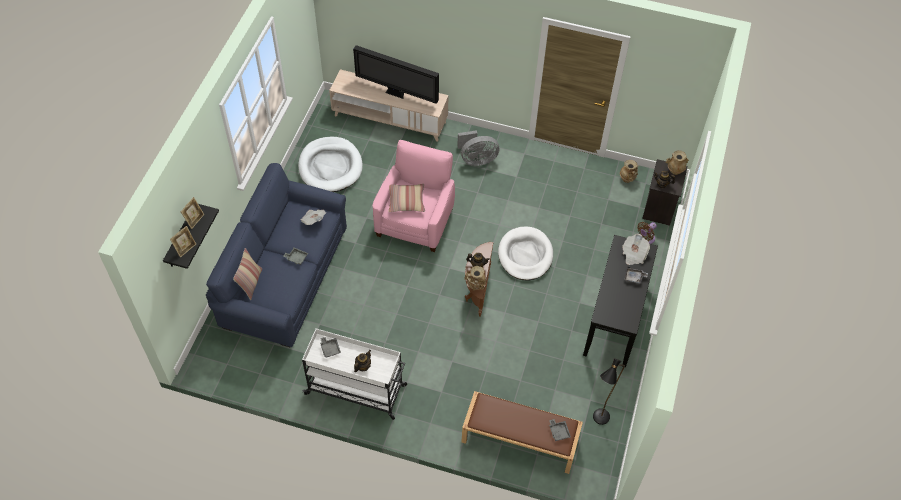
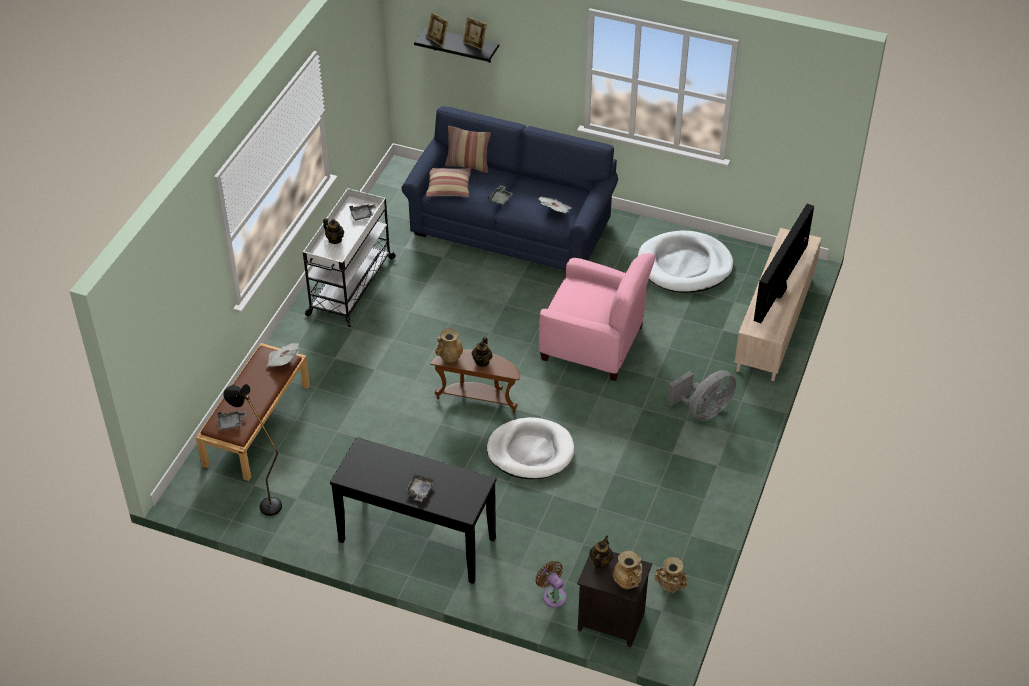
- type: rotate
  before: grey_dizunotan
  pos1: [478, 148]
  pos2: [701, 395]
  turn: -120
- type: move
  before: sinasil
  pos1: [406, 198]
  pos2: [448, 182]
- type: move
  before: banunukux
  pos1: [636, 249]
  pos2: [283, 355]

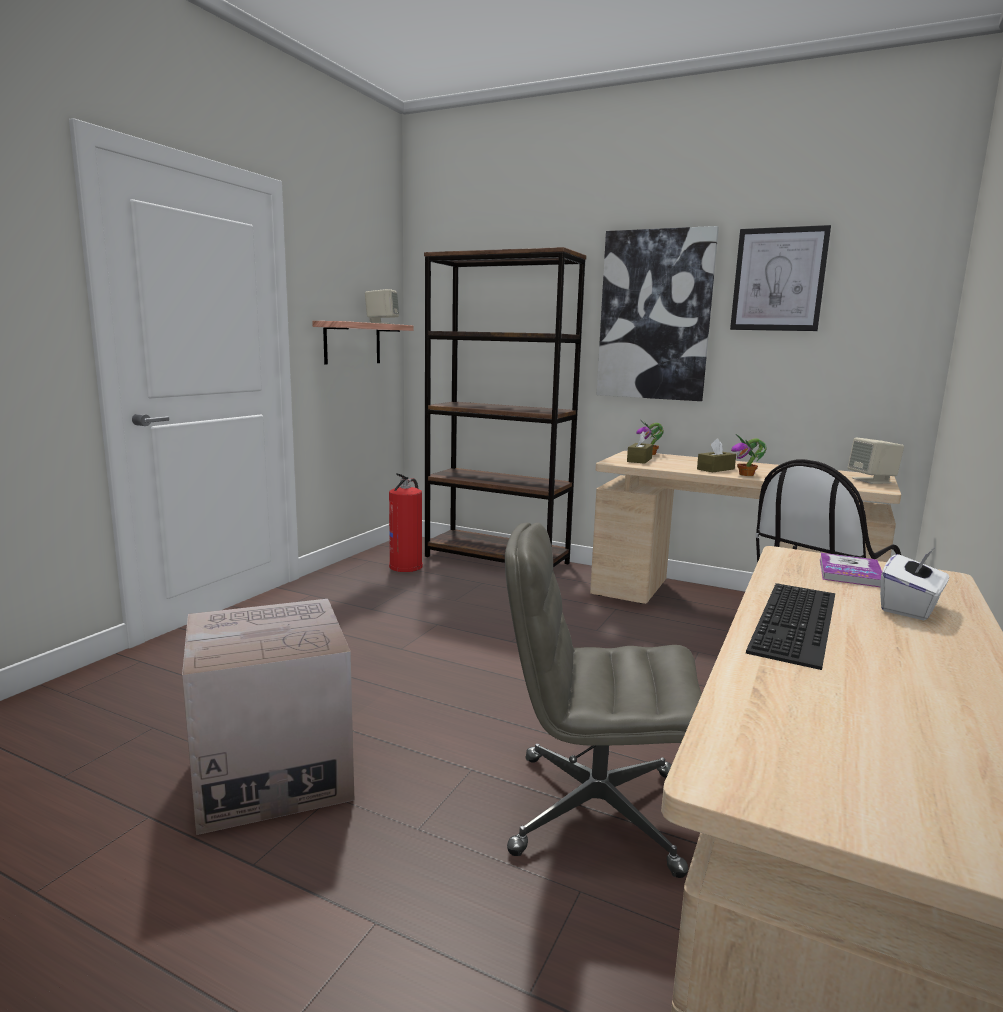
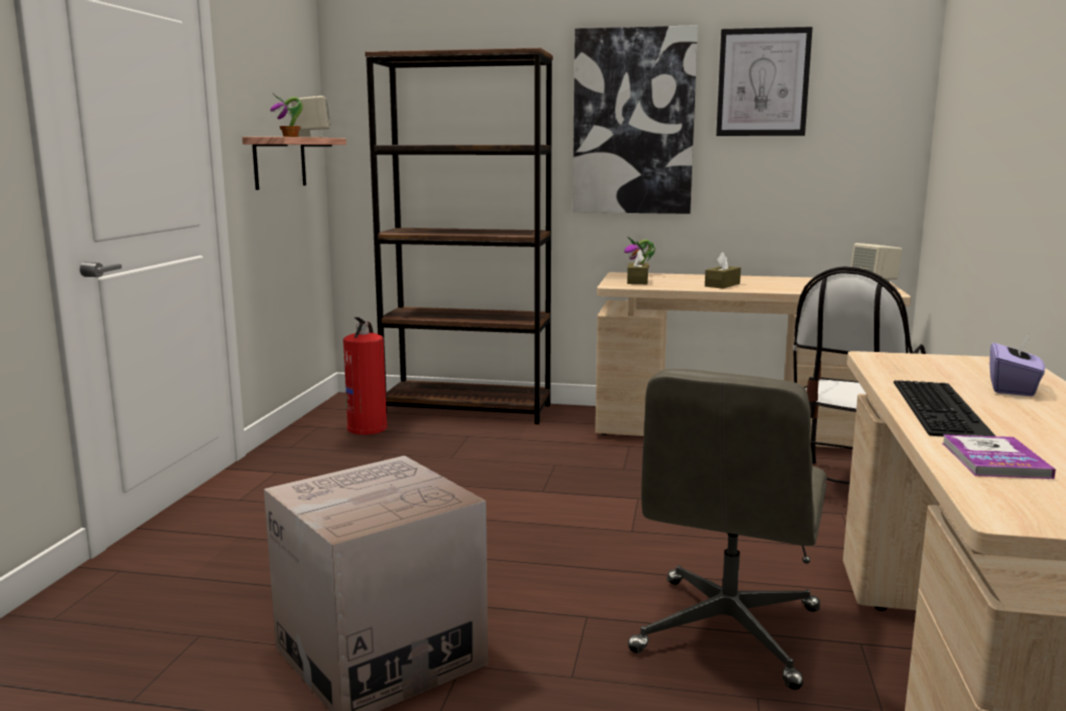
- type: move
  before: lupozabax
  pos1: [749, 455]
  pos2: [286, 115]
- type: rotate
  before: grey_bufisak
  pos1: [603, 700]
  pos2: [727, 529]
  turn: -60
- type: recolor
  before: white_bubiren
  after: purple_bubiren
  pos1: [914, 584]
  pos2: [1017, 365]
- type: move
  before: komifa
  pos1: [851, 570]
  pos2: [999, 456]

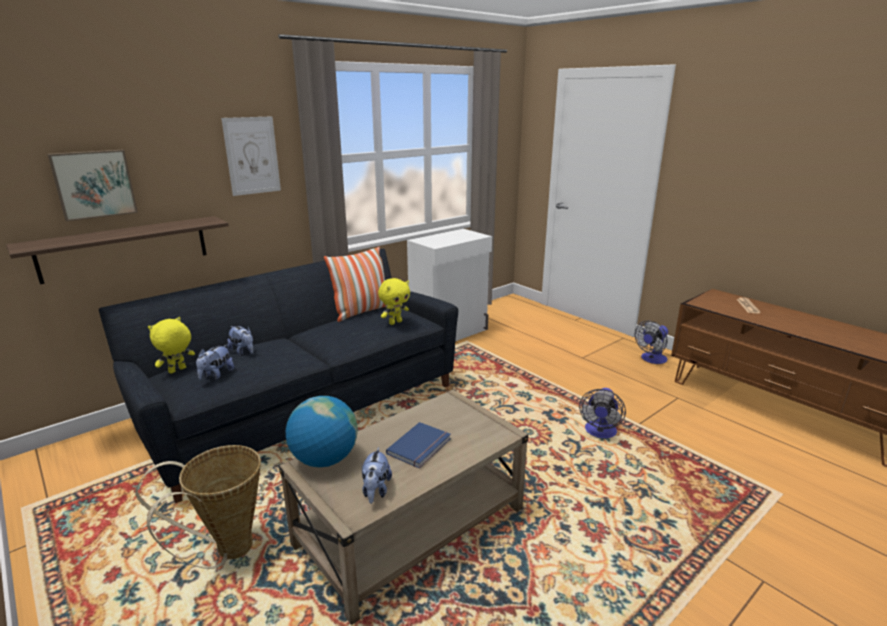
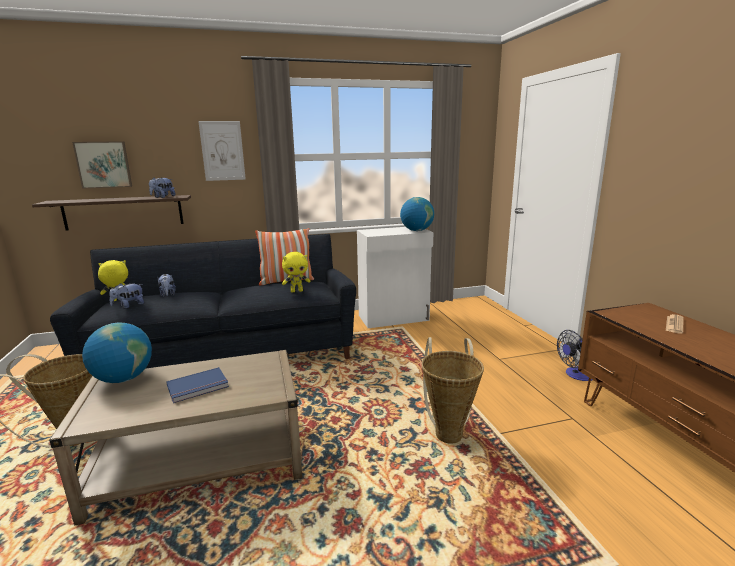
- type: replace
  before: dizunotan
  after: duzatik
  pos1: [602, 413]
  pos2: [452, 390]
- type: move
  before: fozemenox
  pos1: [377, 475]
  pos2: [162, 187]
- type: insert
  after: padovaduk
  pos2: [417, 214]

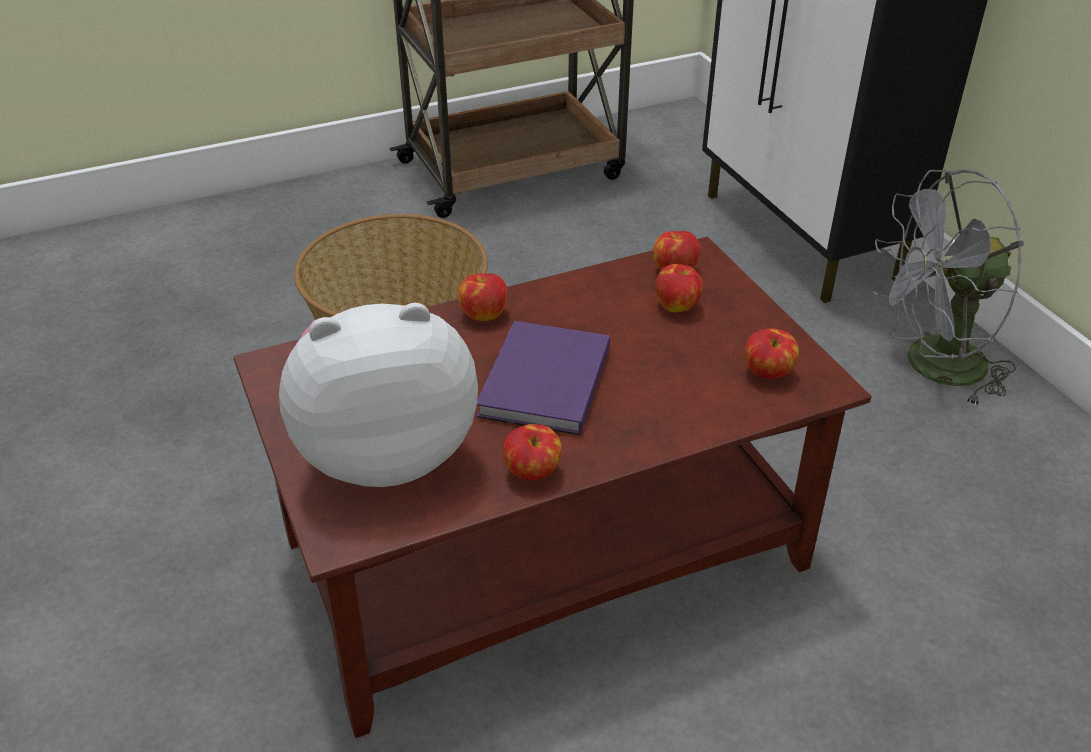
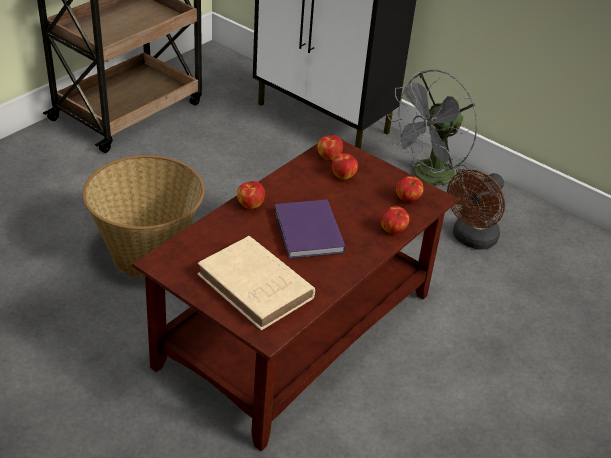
- type: replace
  before: fozemenox
  after: beige_komifa
  pos1: [378, 395]
  pos2: [256, 283]
- type: move
  before: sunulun
  pos1: [532, 452]
  pos2: [395, 220]
- type: insert
  after: brown_dizunotan
  pos2: [476, 210]

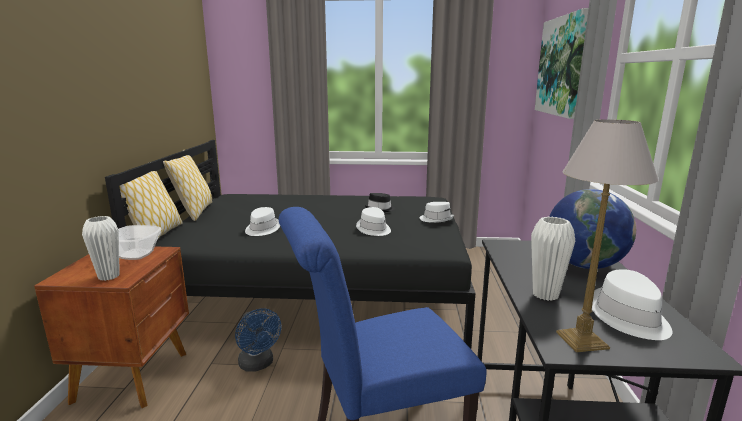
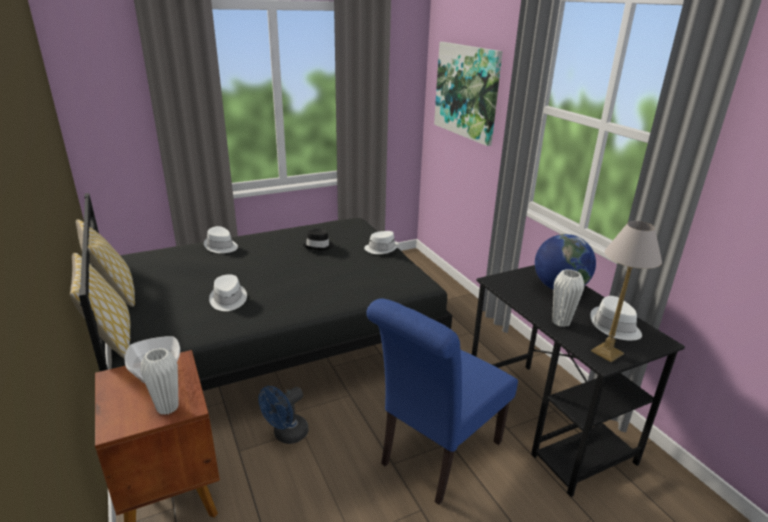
- type: move
  before: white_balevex
  pos1: [373, 221]
  pos2: [221, 239]
- type: rotate
  before: blue_dizunotan
  pos1: [258, 340]
  pos2: [284, 415]
  turn: 105

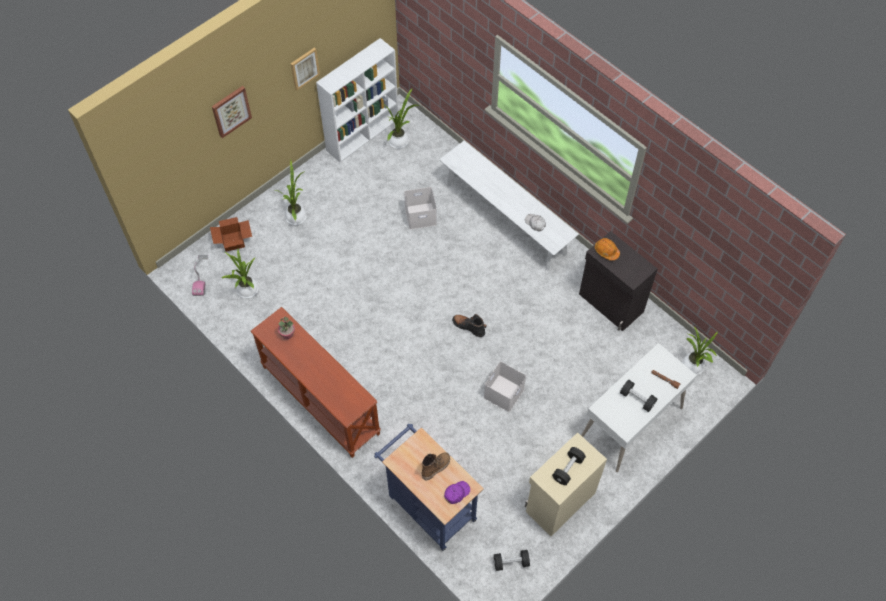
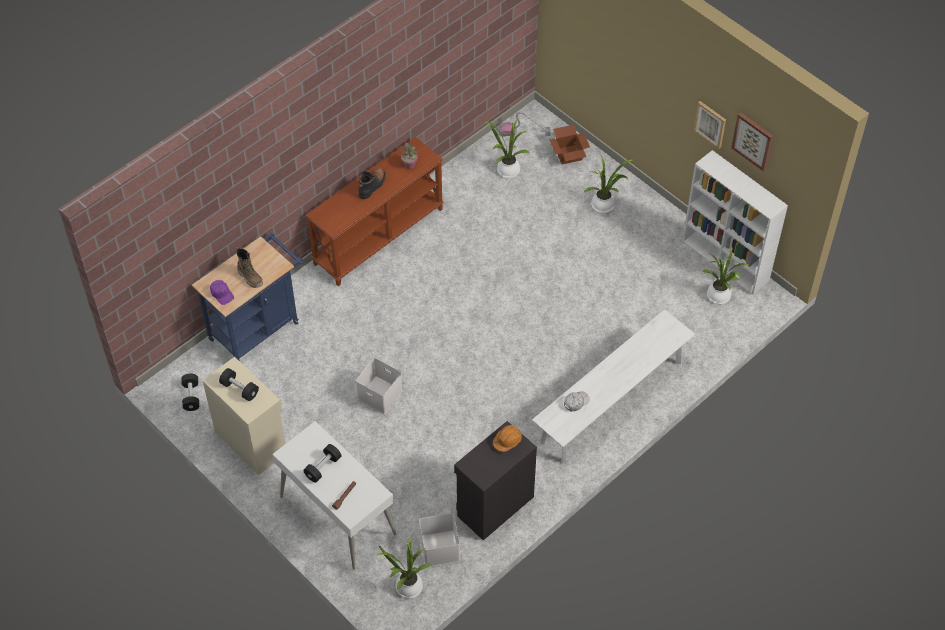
- type: move
  before: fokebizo
  pos1: [232, 112]
  pos2: [752, 141]
- type: move
  before: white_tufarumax
  pos1: [420, 208]
  pos2: [439, 539]
- type: move
  before: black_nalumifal
  pos1: [469, 325]
  pos2: [372, 183]

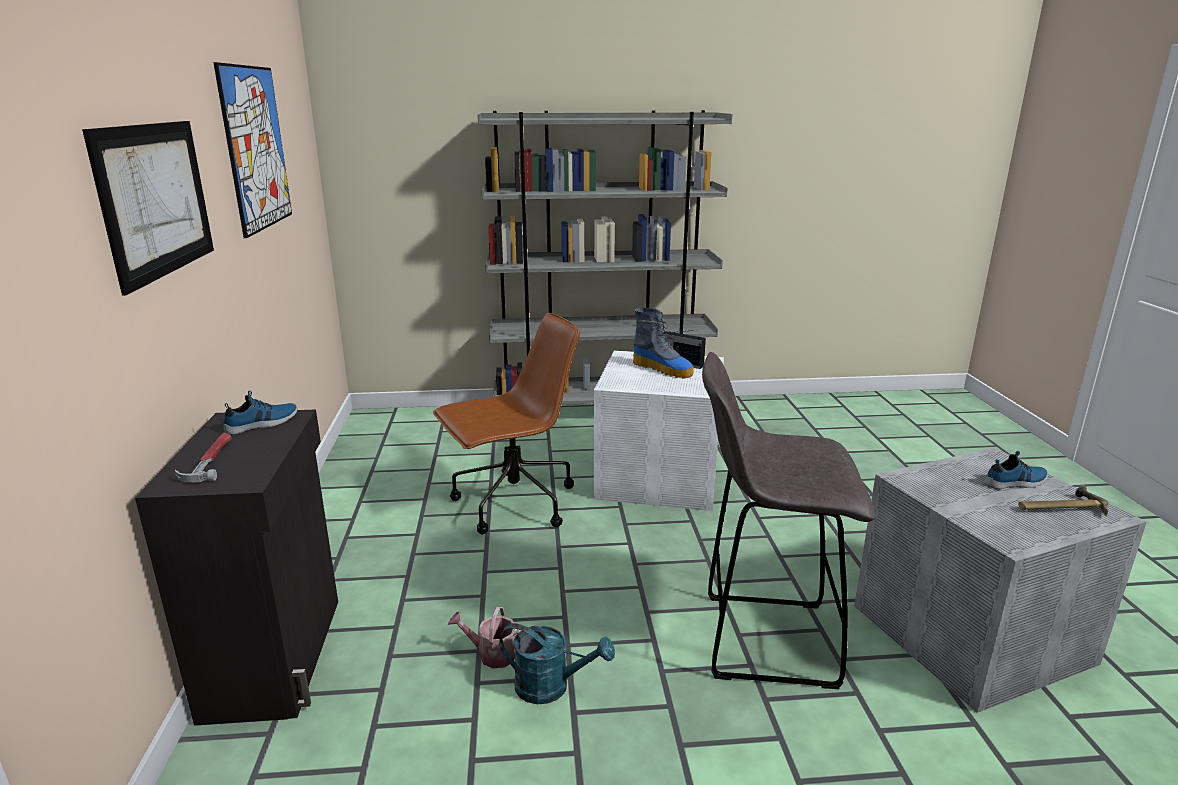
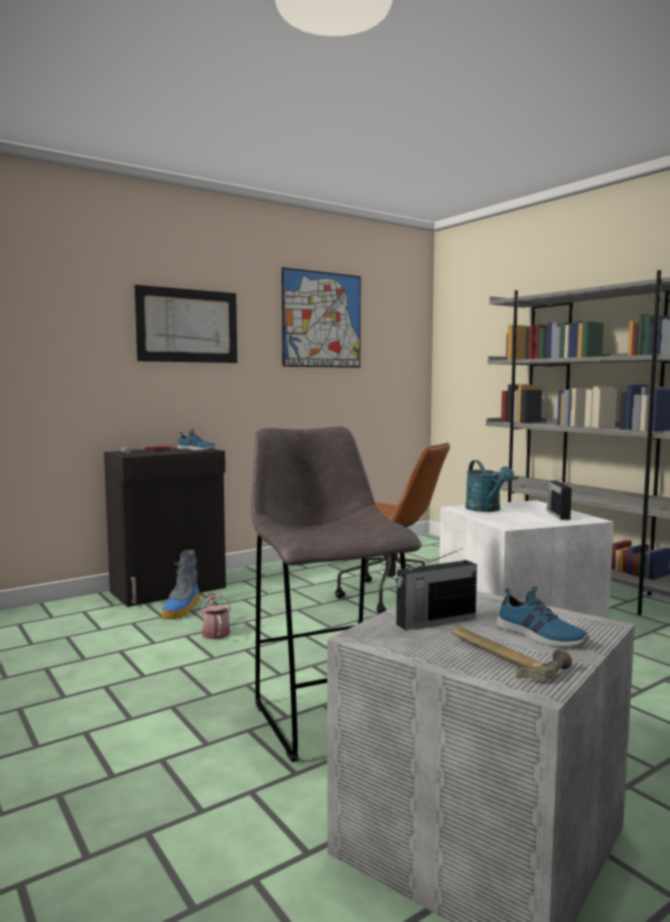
- type: move
  before: nalumifal
  pos1: [663, 343]
  pos2: [181, 584]
- type: move
  before: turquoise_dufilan
  pos1: [557, 663]
  pos2: [490, 486]
- type: insert
  after: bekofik
  pos2: [436, 589]

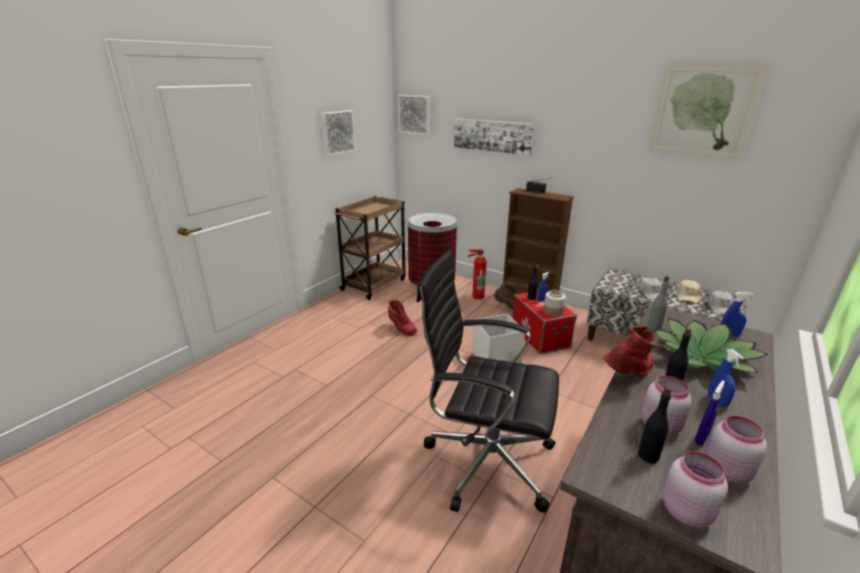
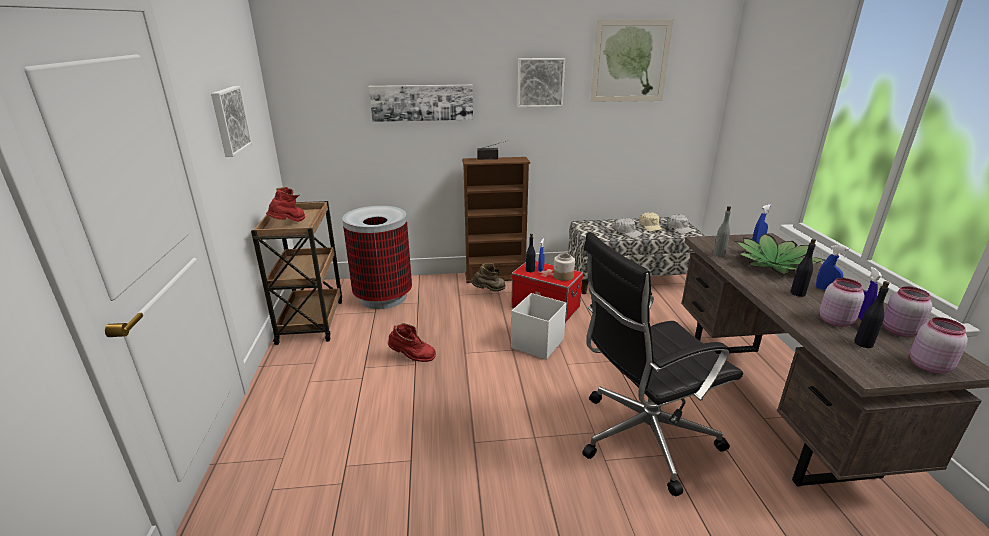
- type: move
  before: fokebizo
  pos1: [414, 115]
  pos2: [541, 83]
- type: delete
  before: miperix
  pos1: [477, 274]
- type: move
  before: red_nalumifal
  pos1: [634, 351]
  pos2: [285, 204]

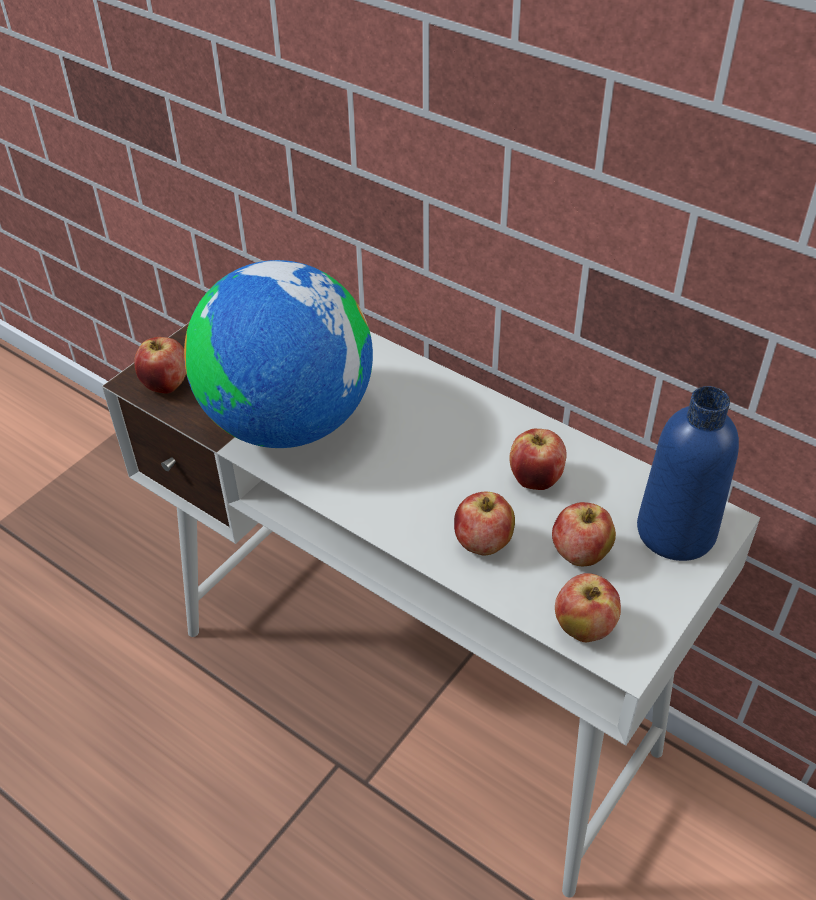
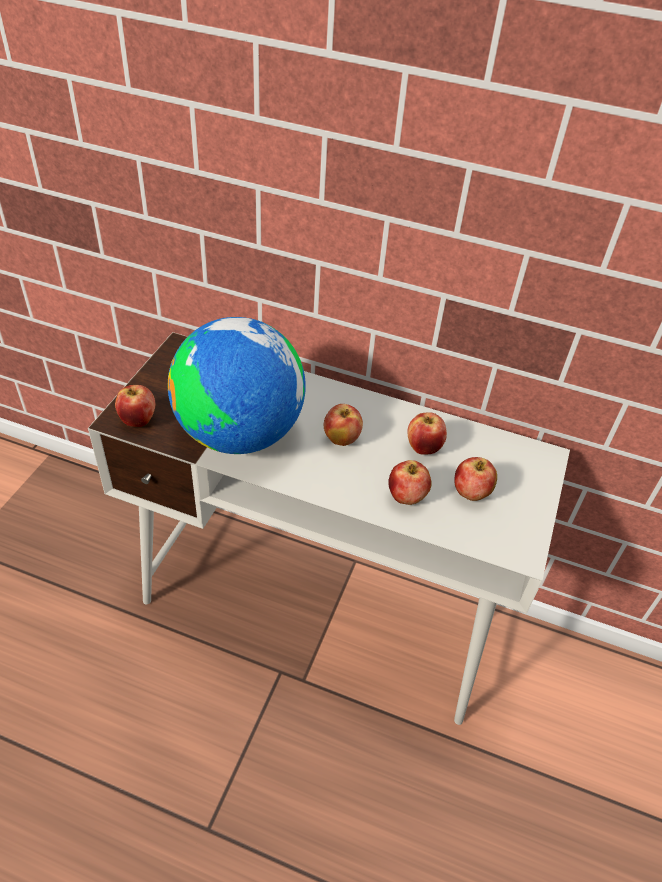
- type: delete
  before: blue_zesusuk
  pos1: [688, 473]
- type: move
  before: sunulun
  pos1: [588, 607]
  pos2: [343, 425]

